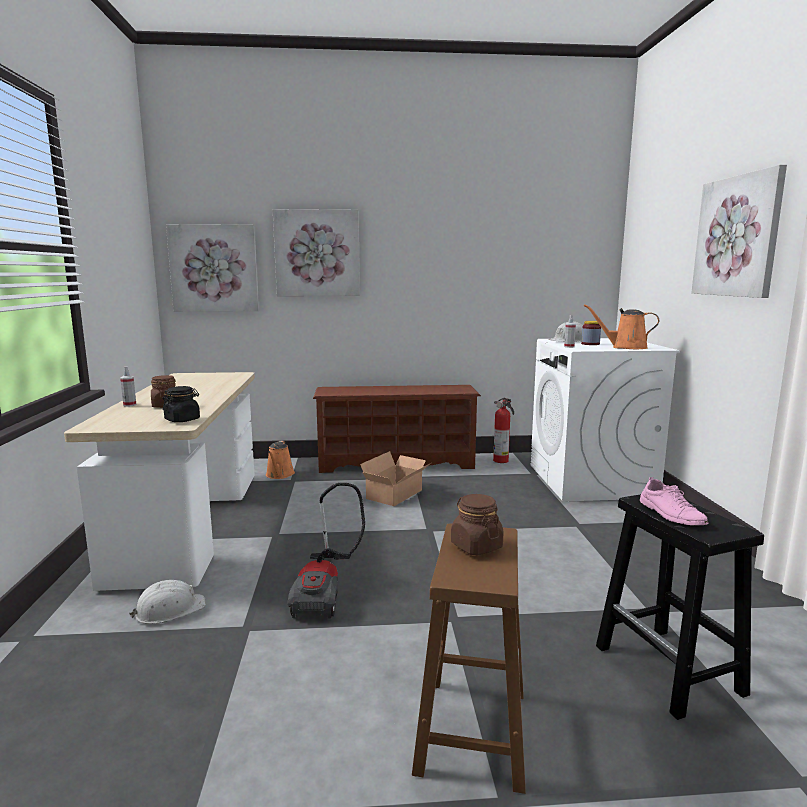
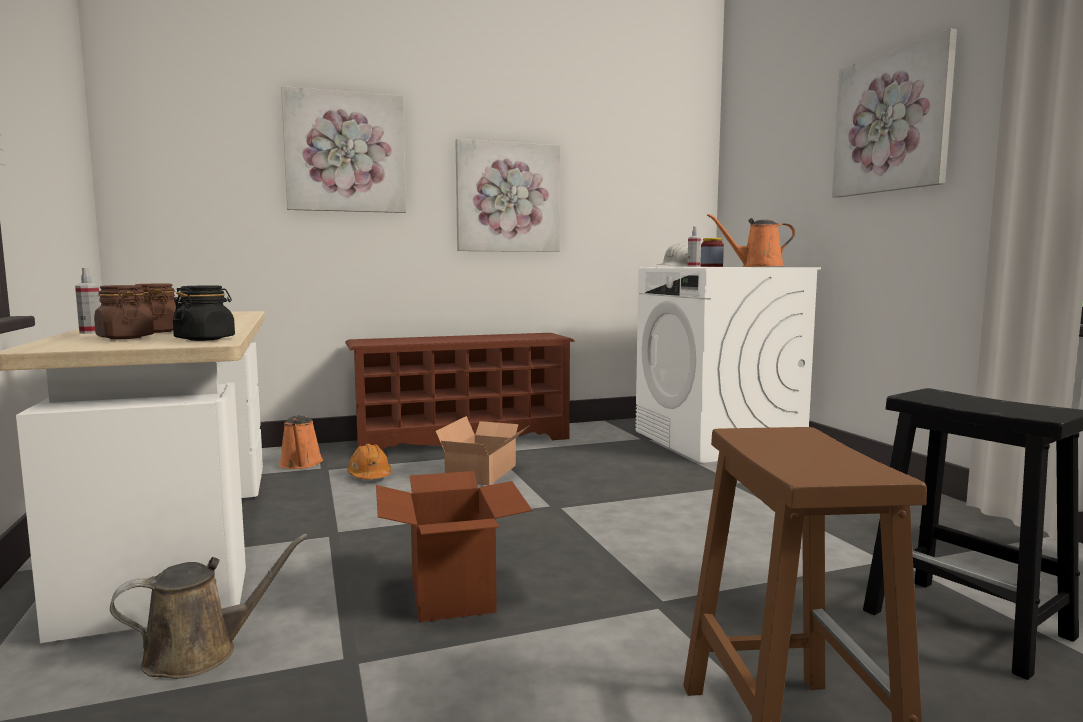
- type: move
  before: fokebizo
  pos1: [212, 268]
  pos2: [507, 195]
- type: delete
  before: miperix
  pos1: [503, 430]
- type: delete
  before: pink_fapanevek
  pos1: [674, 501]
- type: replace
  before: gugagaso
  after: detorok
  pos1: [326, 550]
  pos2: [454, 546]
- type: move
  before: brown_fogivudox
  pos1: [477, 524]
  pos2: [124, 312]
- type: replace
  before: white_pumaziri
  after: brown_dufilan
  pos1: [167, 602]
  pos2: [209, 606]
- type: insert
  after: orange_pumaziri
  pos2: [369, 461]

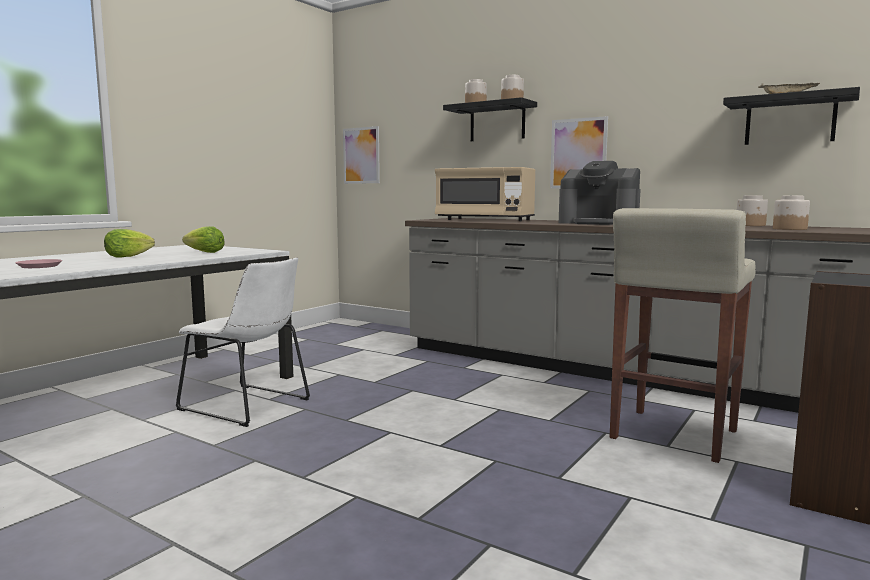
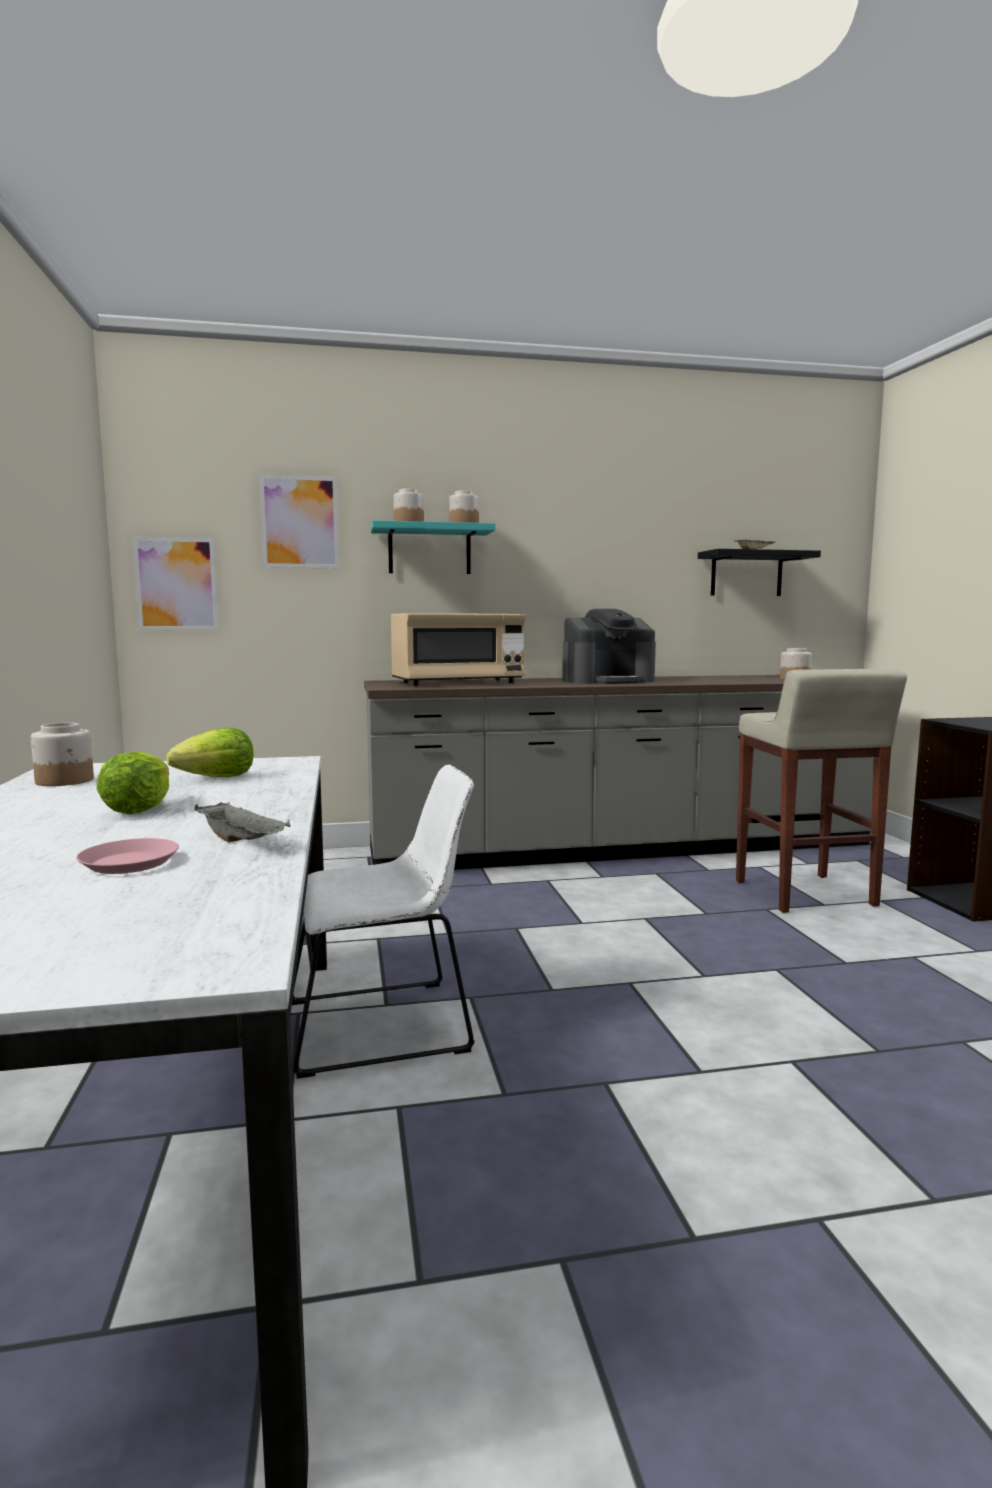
- type: recolor
  before: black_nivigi
  after: turquoise_nivigi
  pos1: [490, 119]
  pos2: [433, 547]
- type: move
  before: fokebizo
  pos1: [579, 152]
  pos2: [299, 521]
- type: move
  before: fogivudox
  pos1: [752, 211]
  pos2: [62, 754]
- type: insert
  after: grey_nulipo
  pos2: [242, 822]

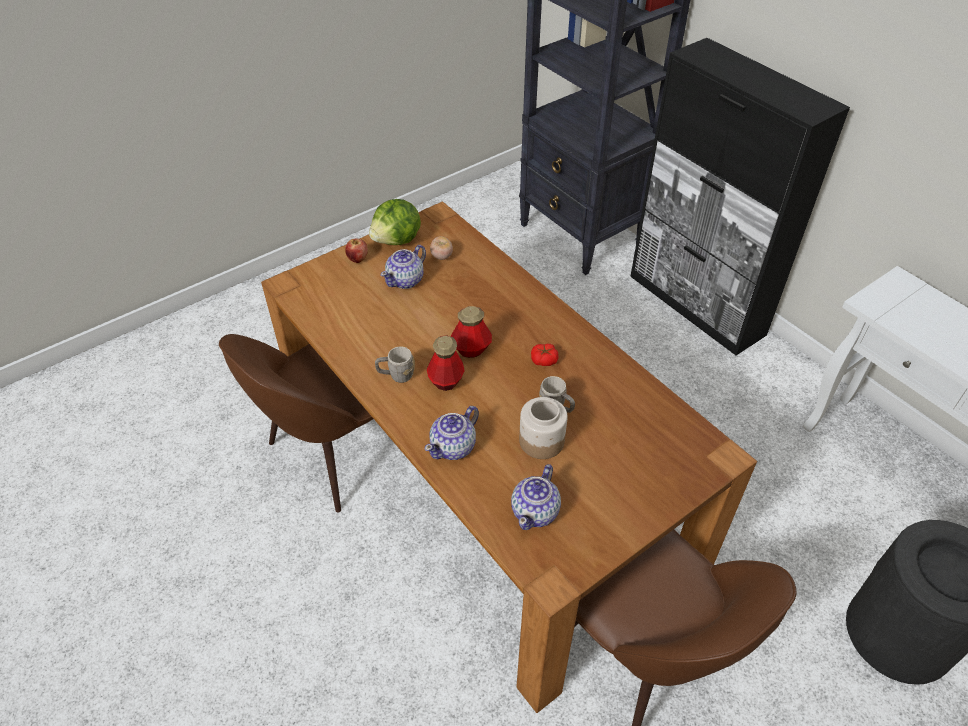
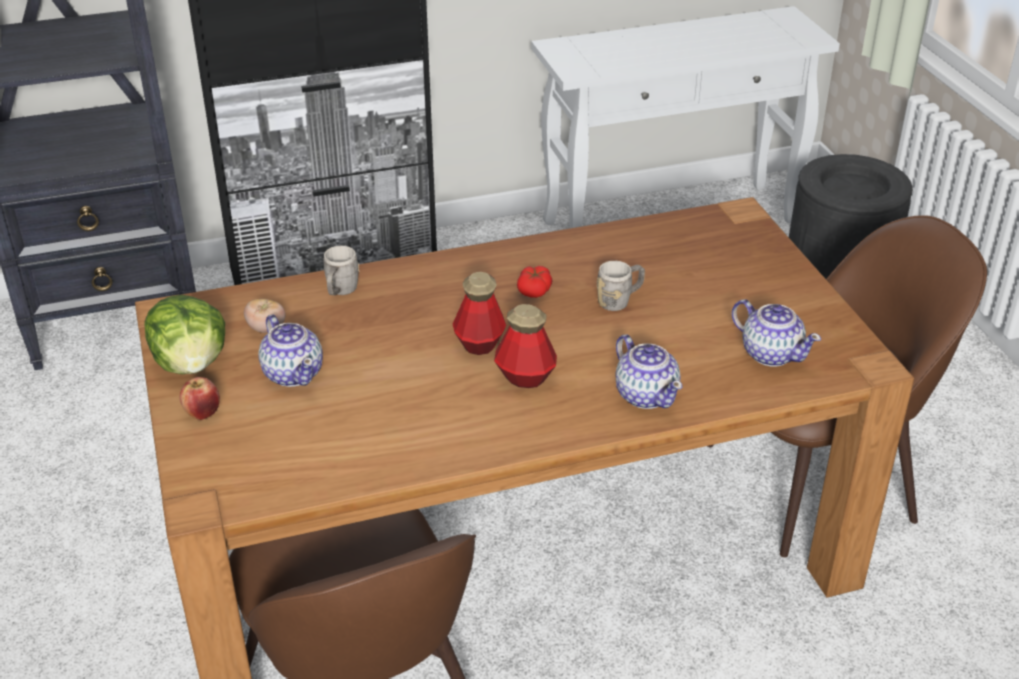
- type: move
  before: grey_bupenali
  pos1: [395, 365]
  pos2: [341, 270]
- type: delete
  before: fogivudox
  pos1: [543, 428]

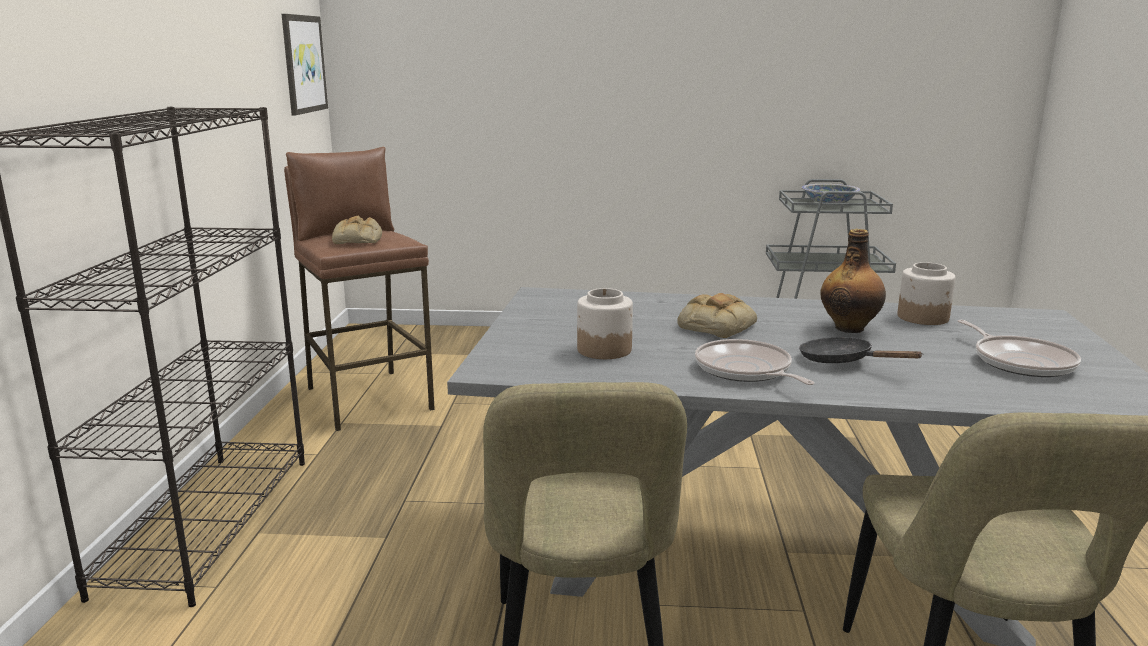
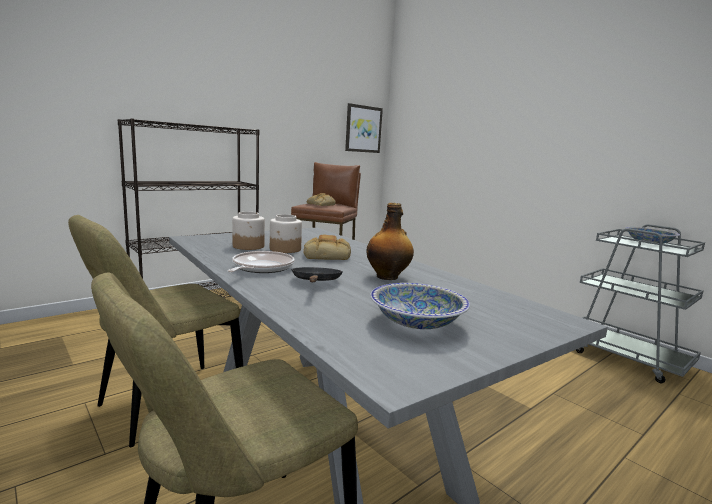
- type: move
  before: fogivudox
  pos1: [926, 293]
  pos2: [286, 233]
- type: replace
  before: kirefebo
  after: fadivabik
  pos1: [1019, 348]
  pos2: [420, 306]

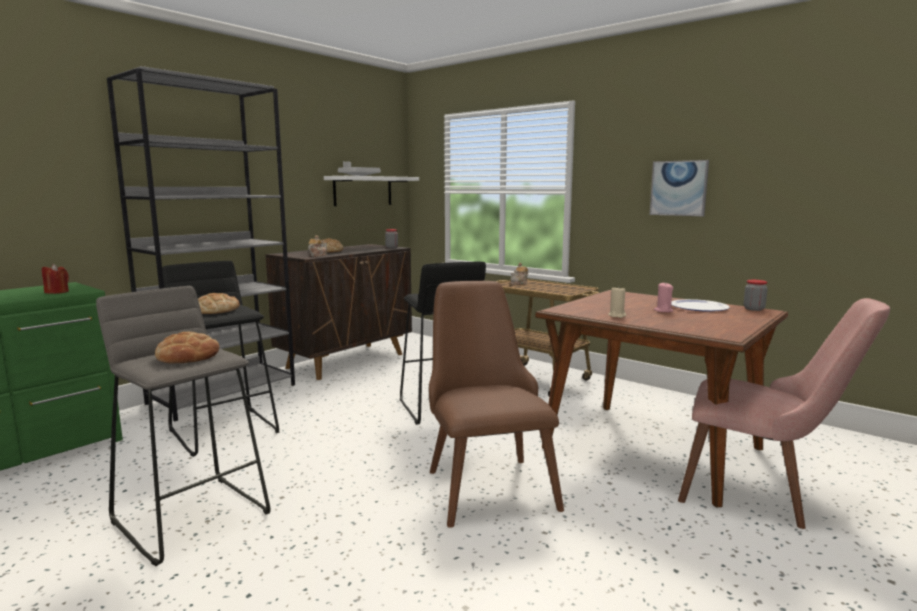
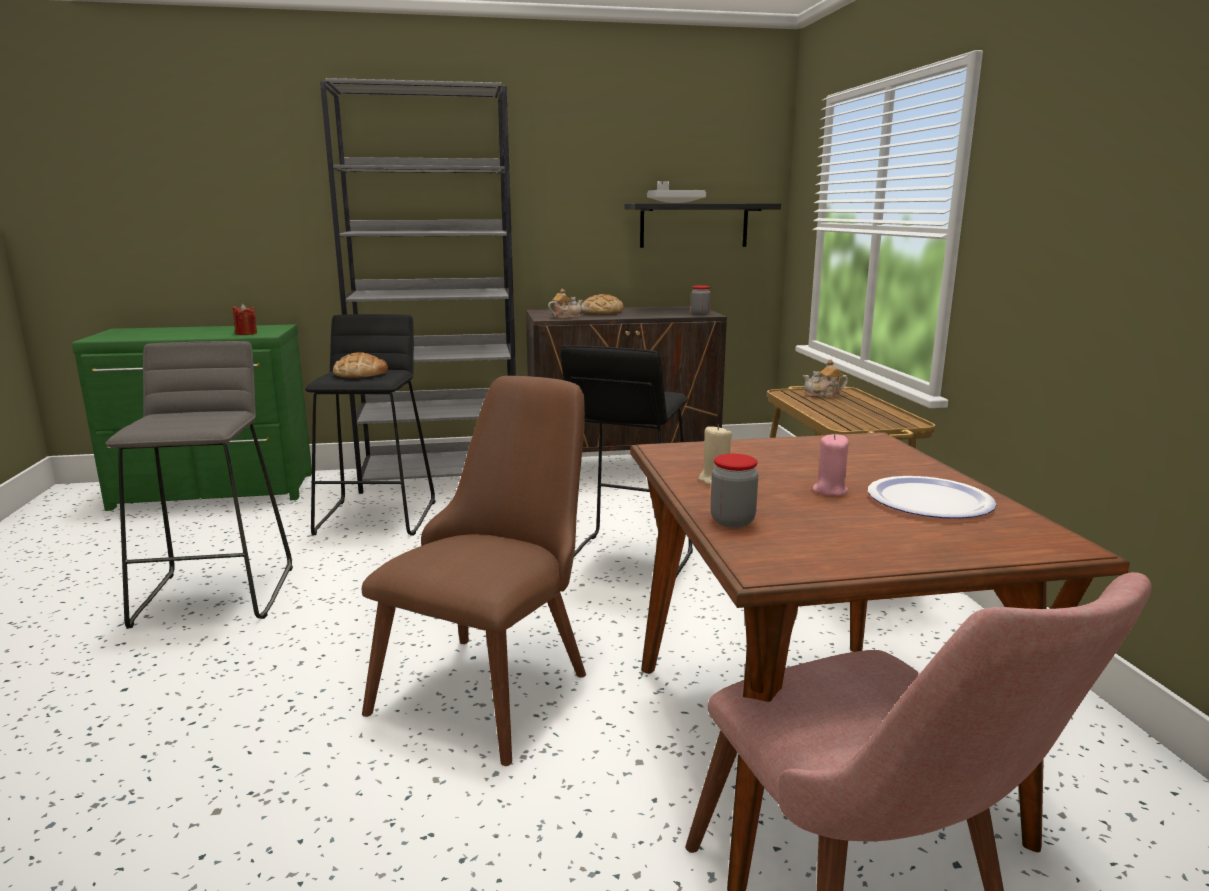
- type: delete
  before: fokebizo
  pos1: [679, 188]
- type: recolor
  before: white_nivigi
  after: black_nivigi
  pos1: [371, 191]
  pos2: [703, 225]
- type: move
  before: fogivudox
  pos1: [756, 295]
  pos2: [734, 491]
- type: delete
  before: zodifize
  pos1: [187, 348]

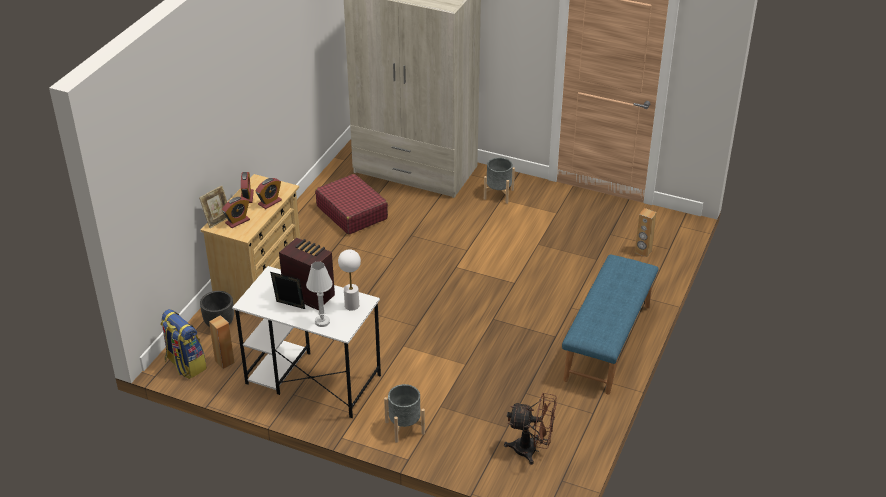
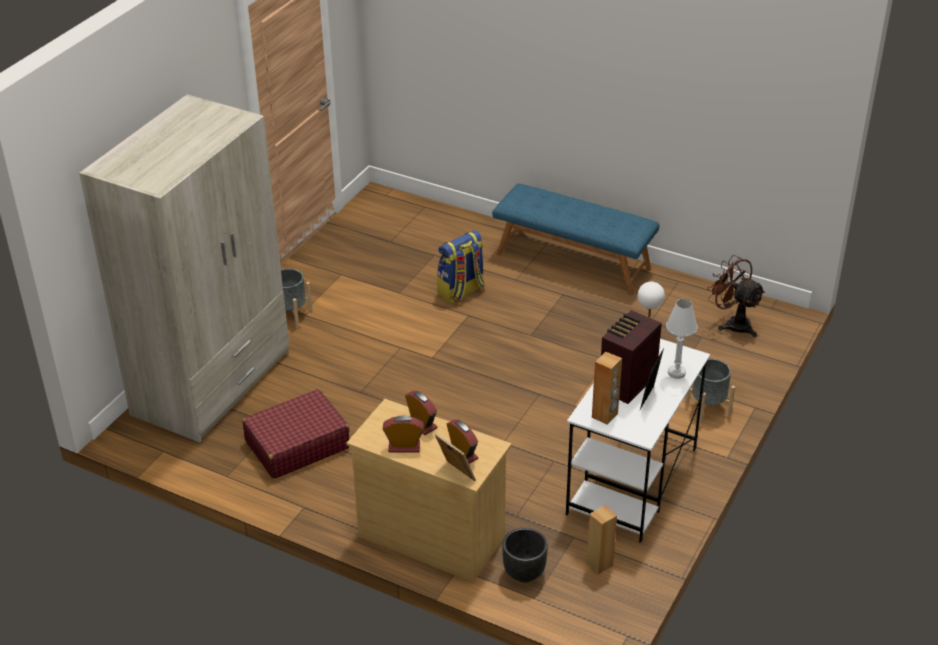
- type: move
  before: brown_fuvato
  pos1: [646, 232]
  pos2: [607, 388]
- type: move
  before: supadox
  pos1: [184, 344]
  pos2: [461, 266]
- type: rotate
  before: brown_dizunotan
  pos1: [530, 429]
  pos2: [736, 296]
  turn: -60

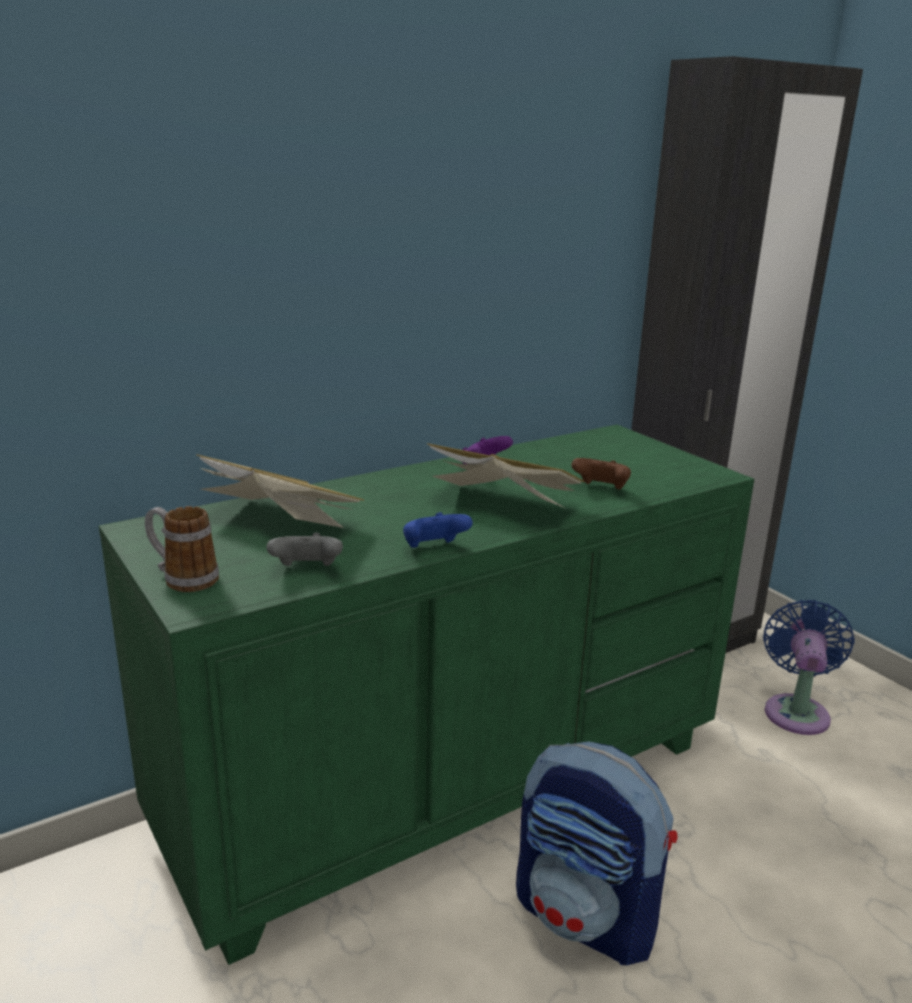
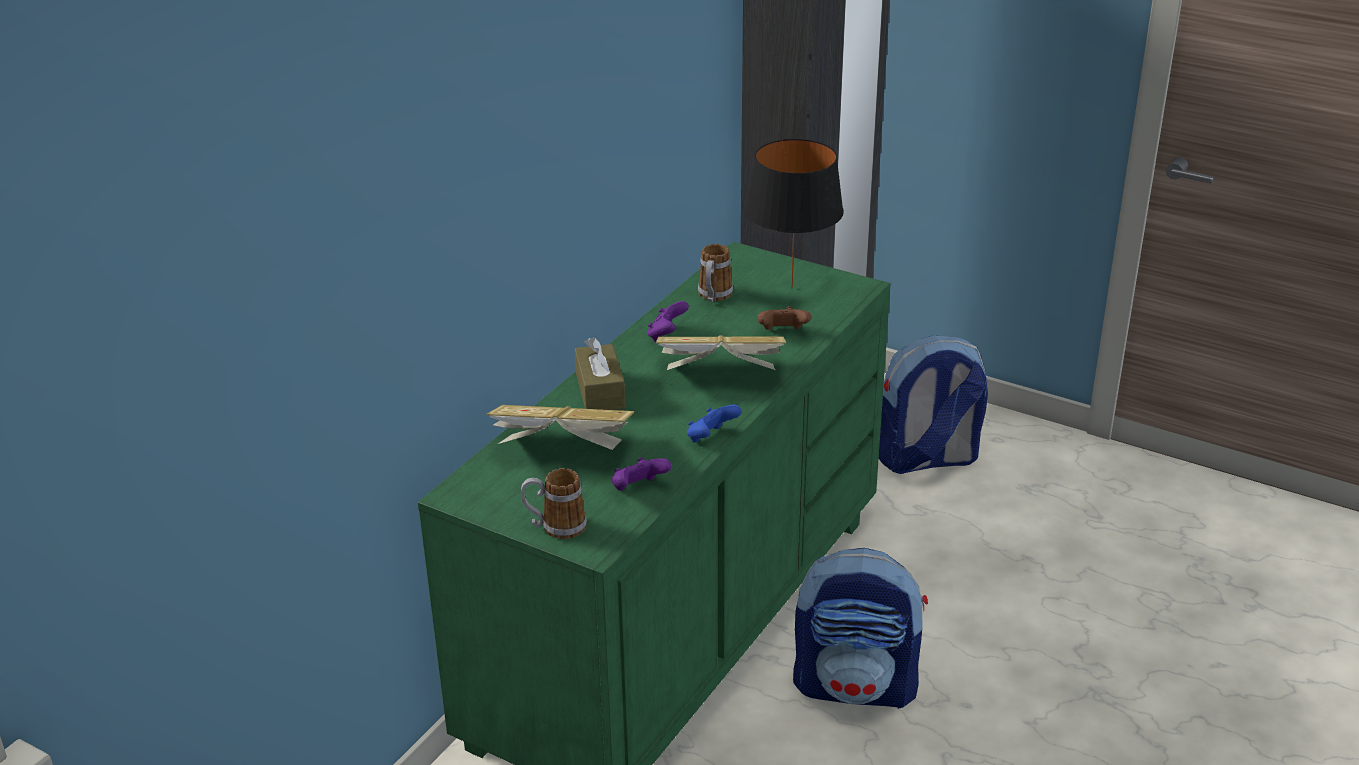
- type: recolor
  before: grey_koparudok
  after: purple_koparudok
  pos1: [305, 549]
  pos2: [642, 474]
- type: replace
  before: blue_dizunotan
  after: supadox
  pos1: [808, 667]
  pos2: [933, 404]
- type: insert
  after: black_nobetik
  pos2: [794, 213]
- type: insert
  after: bupenali
  pos2: [715, 273]
- type: insert
  after: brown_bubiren
  pos2: [600, 373]

